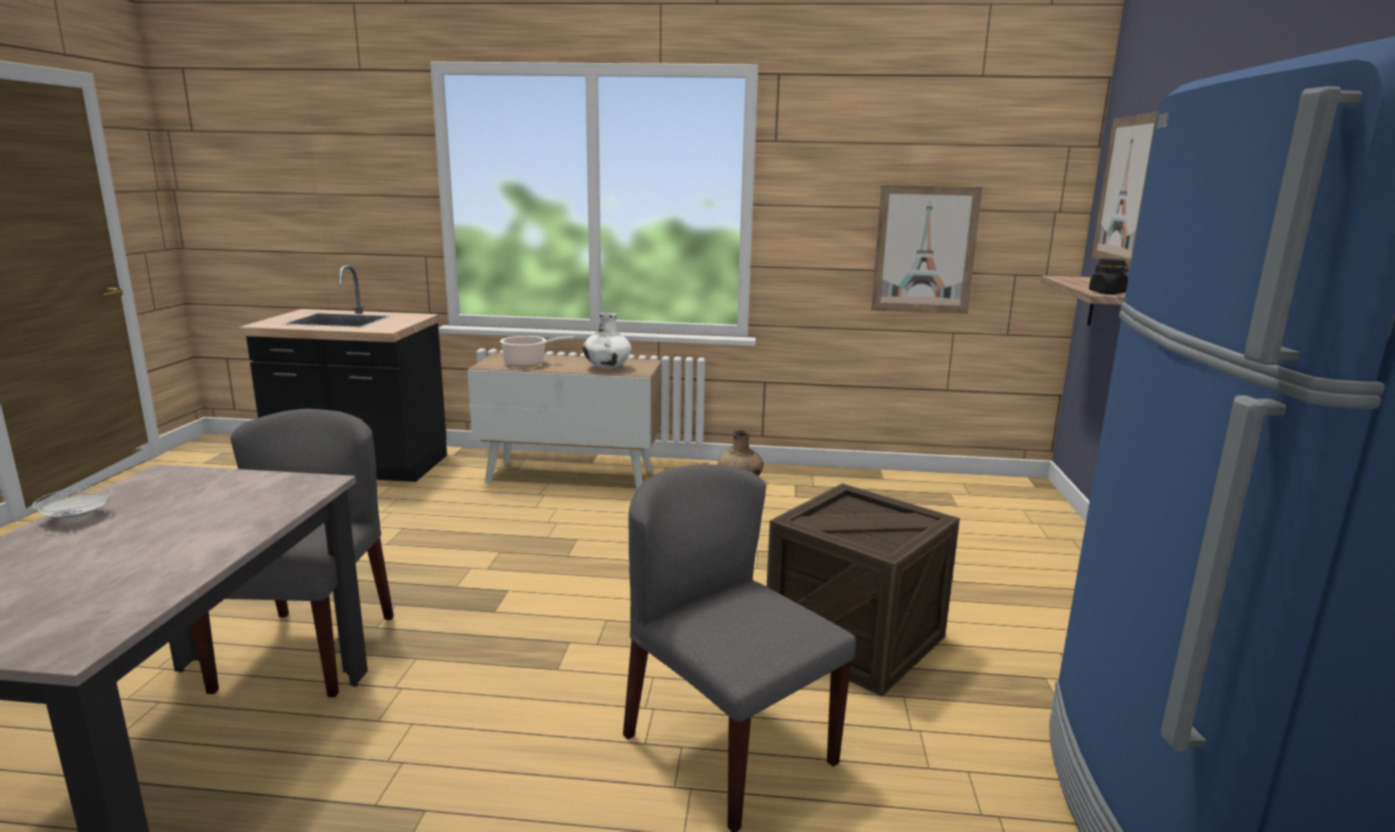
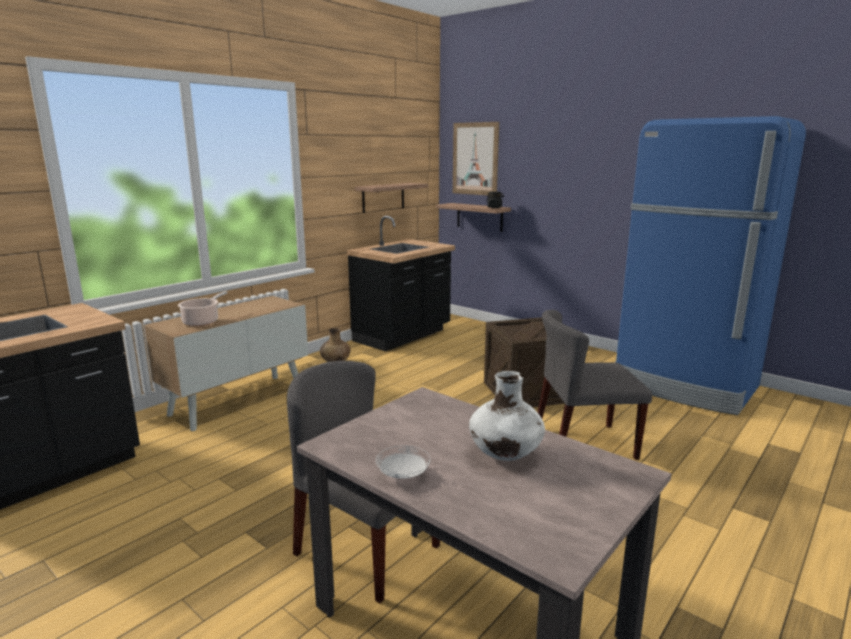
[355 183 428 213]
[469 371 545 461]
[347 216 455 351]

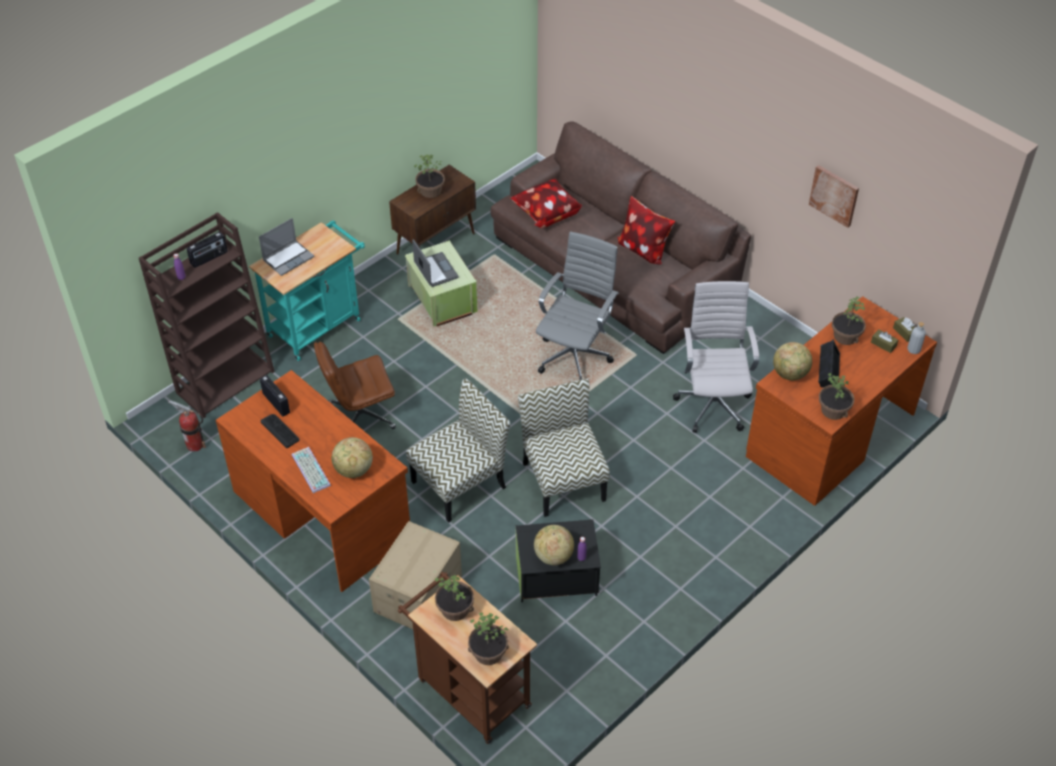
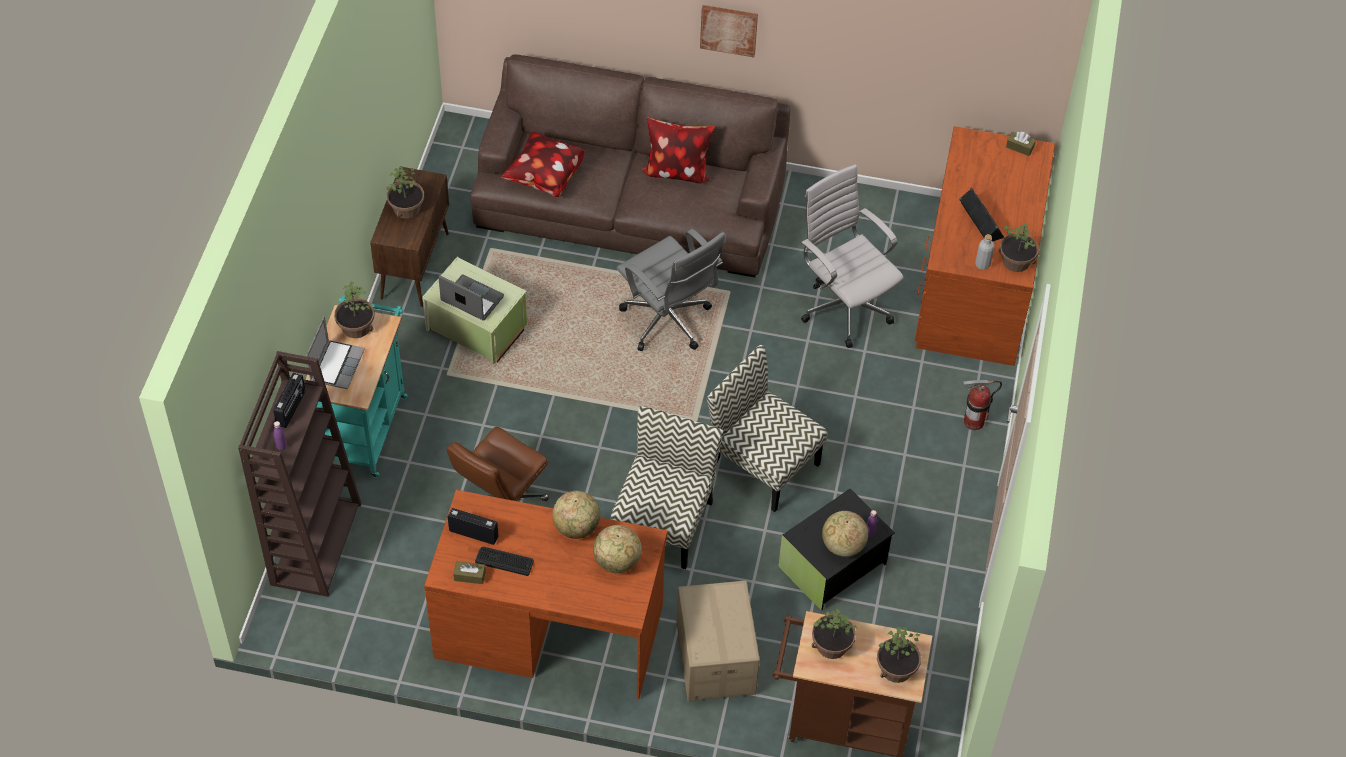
[700 5 758 57]
[617 229 725 351]
[334 282 375 338]
[975 234 994 270]
[453 561 486 584]
[552 491 600 539]
[963 380 1002 430]
[292 447 331 493] (first image)

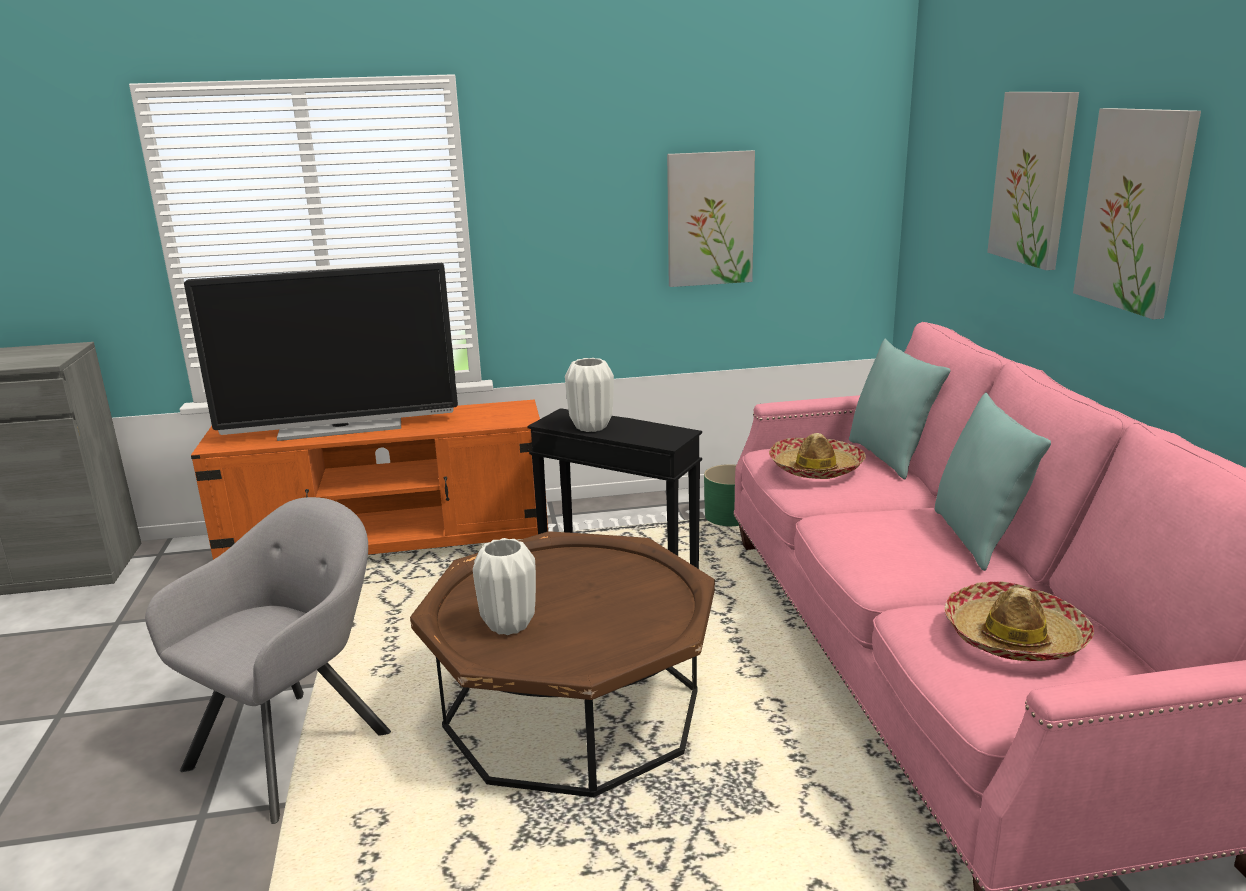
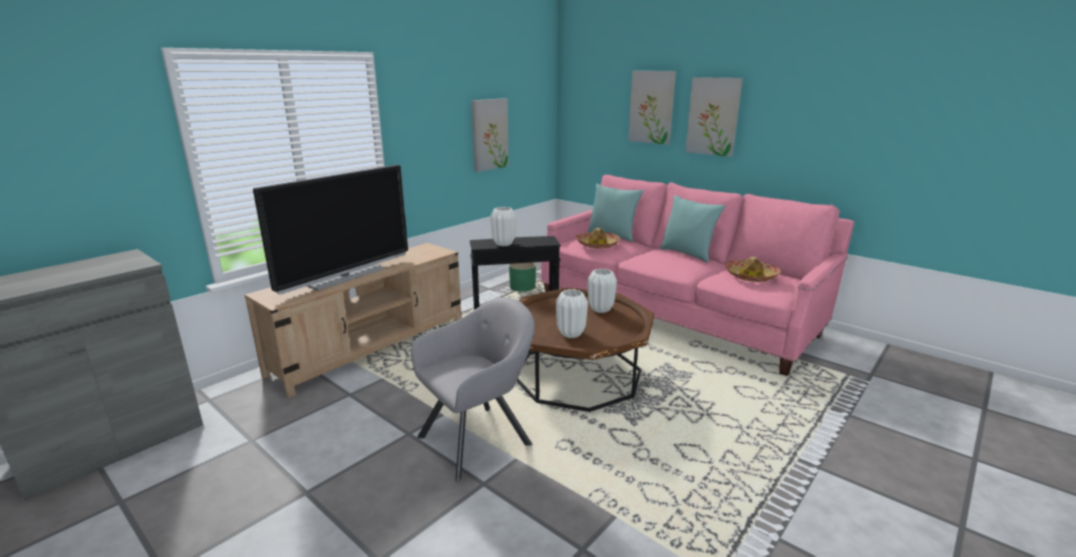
[245 243 462 398]
[411 297 535 482]
[588 269 617 313]

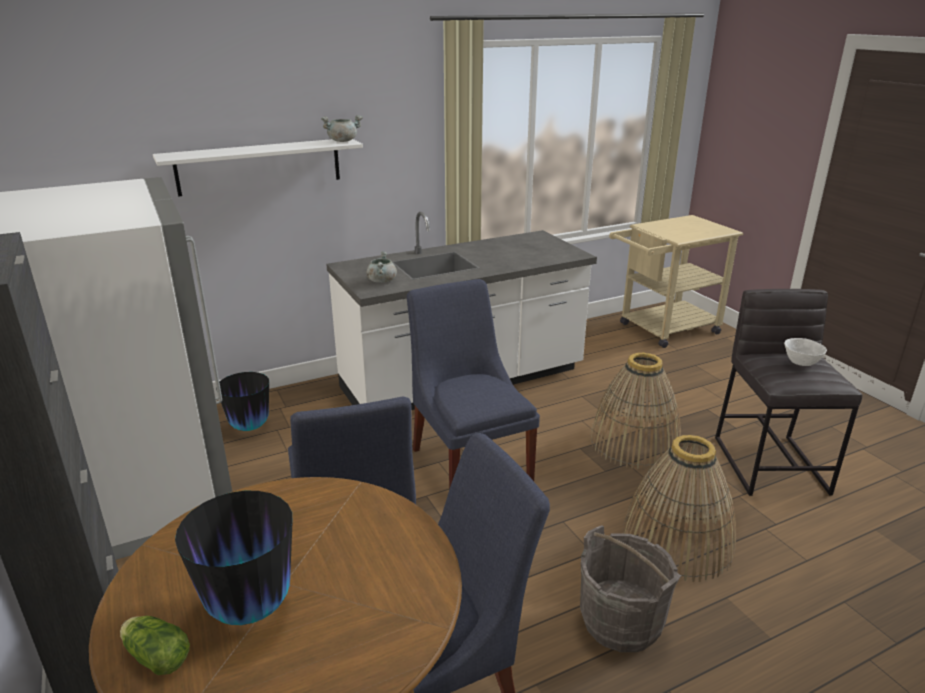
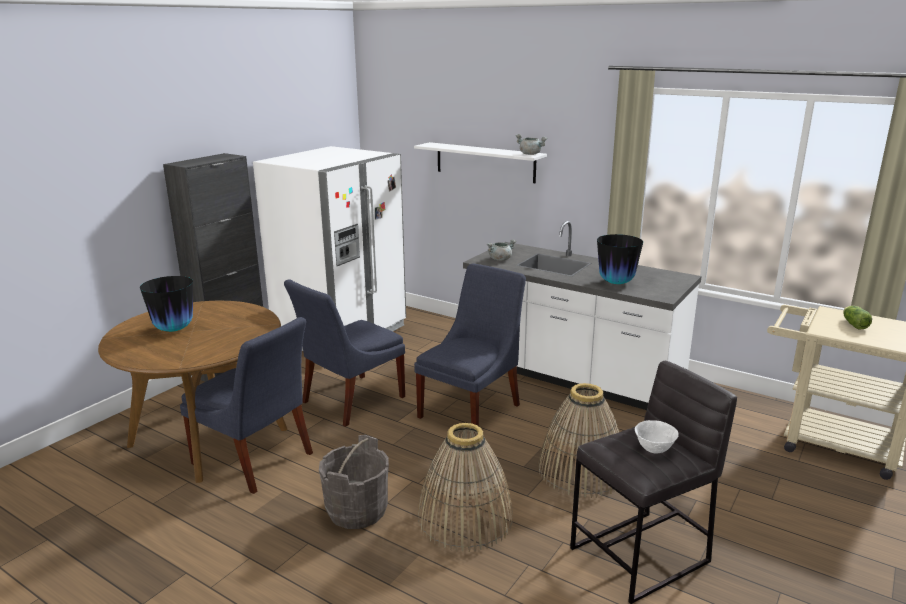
[597 234 643 284]
[843 306 872 329]

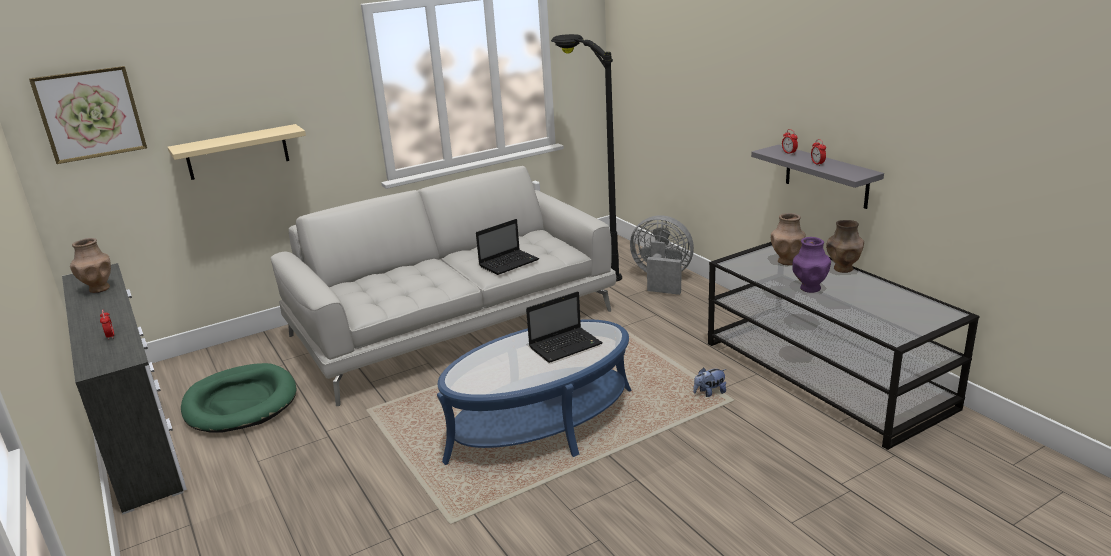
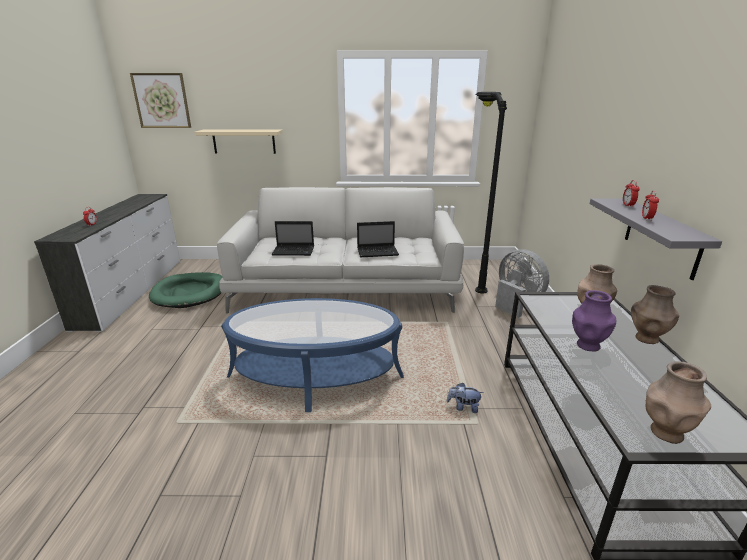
[646 361 711 444]
[272 221 314 256]

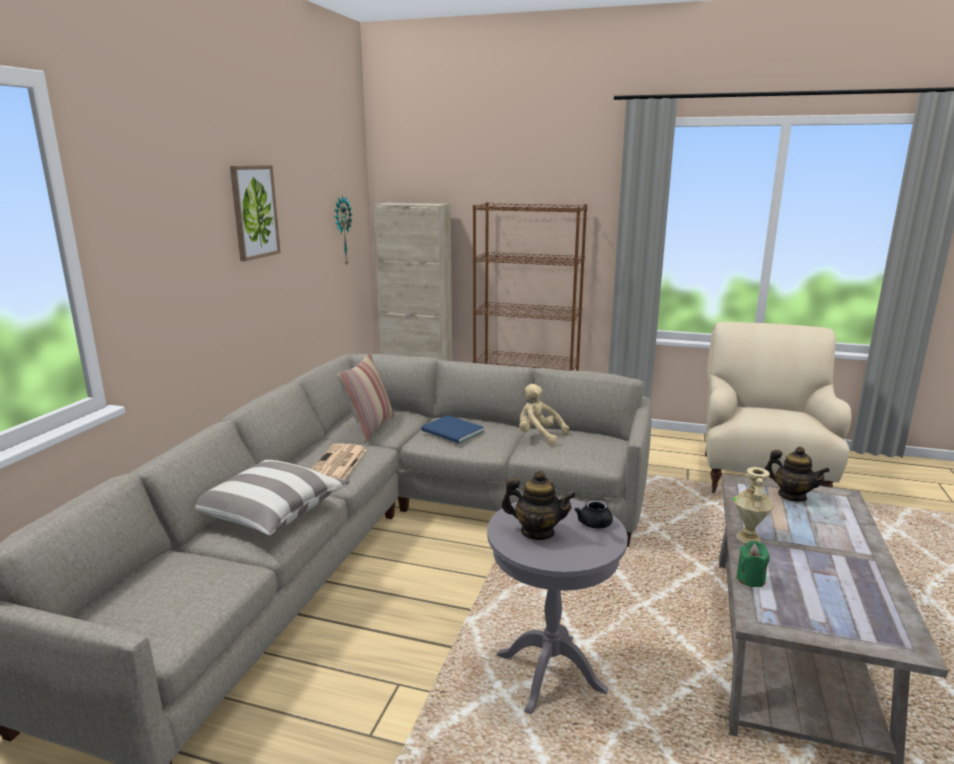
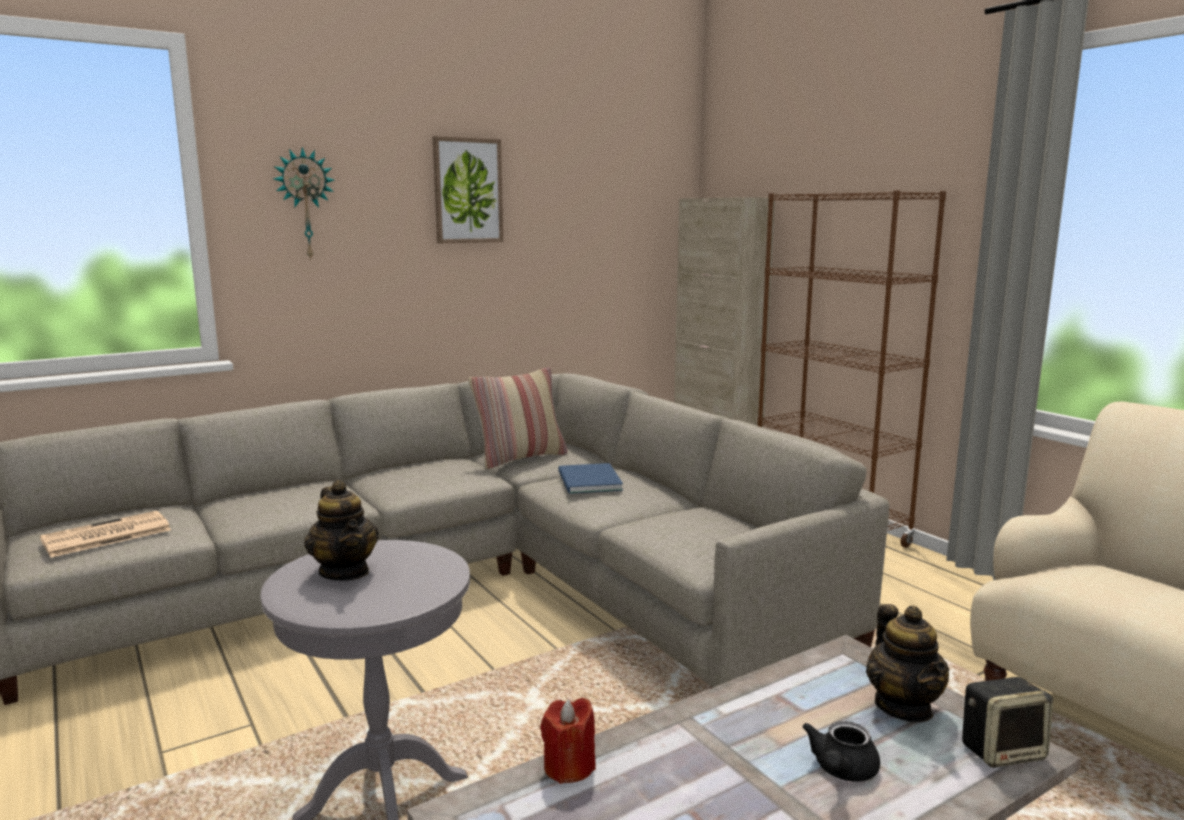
[273 147 334 261]
[519 384 569 445] (first image)
[40 511 171 558]
[195 459 349 535] (first image)
[734 467 774 543] (first image)
[802 721 880 782]
[540 698 596 784]
[962 677 1053 768]

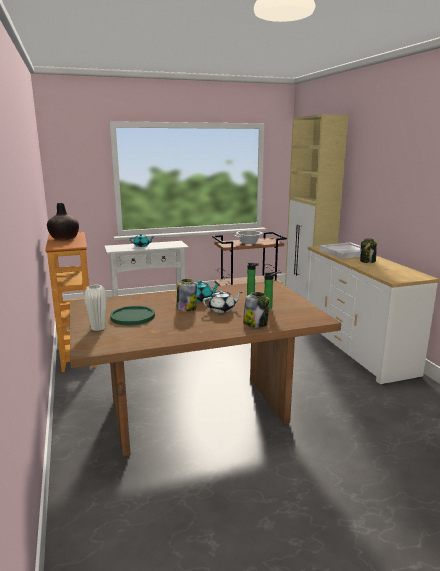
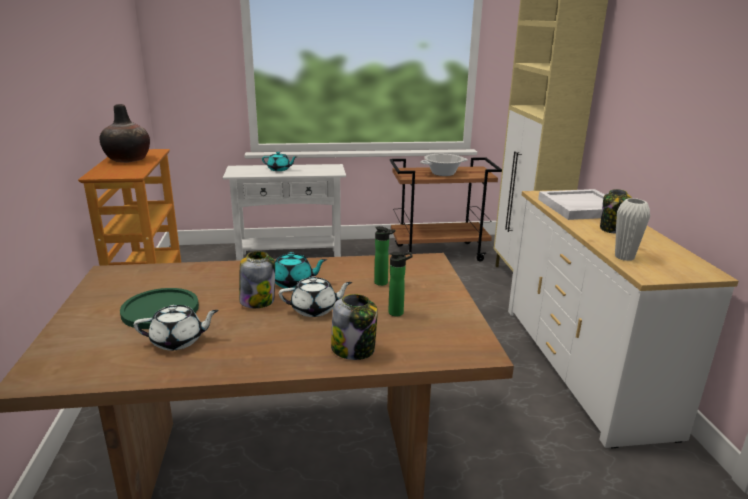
[615 198 650 261]
[134 305 219 350]

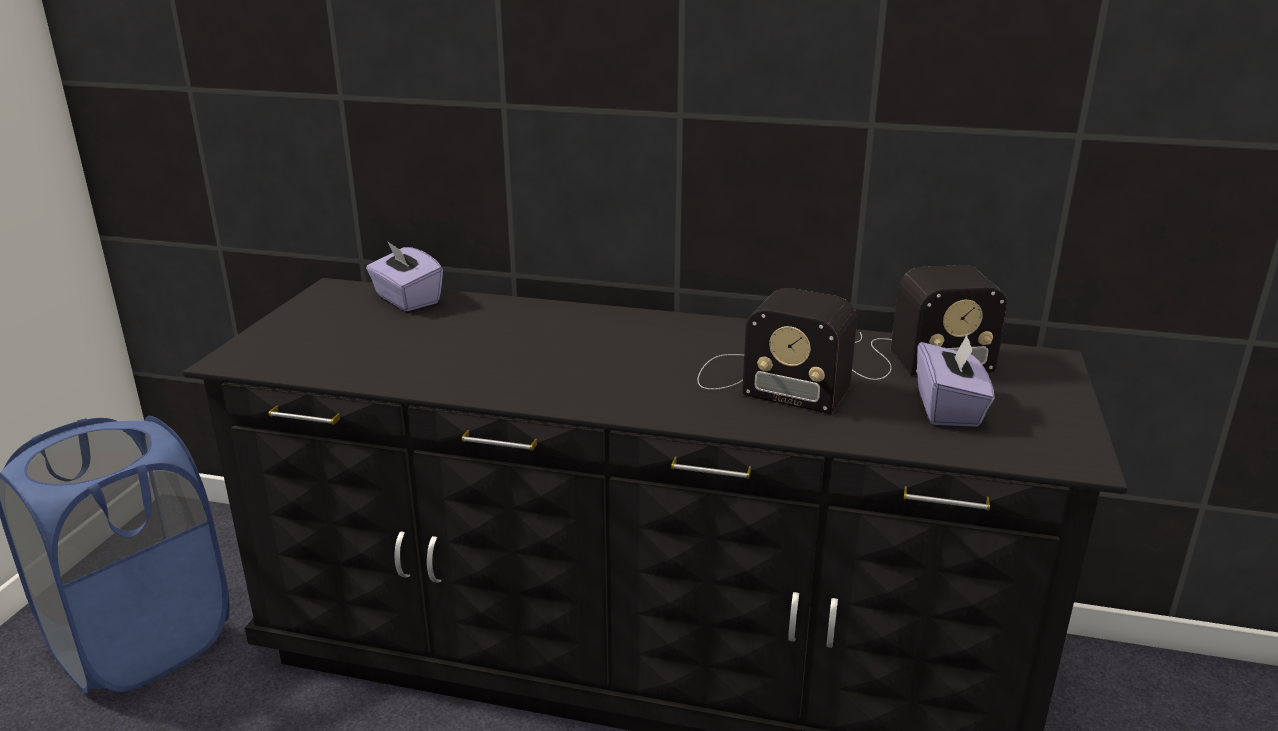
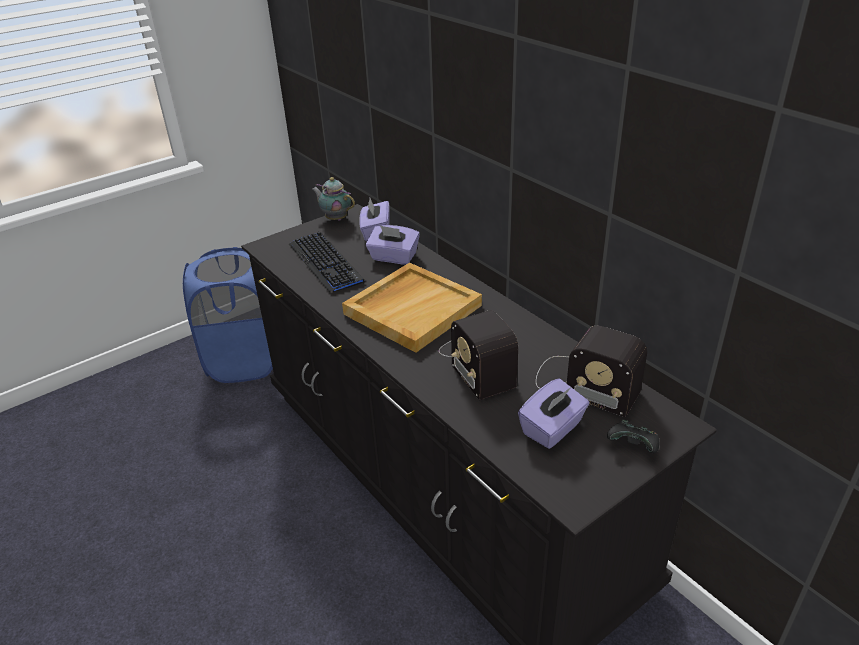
[312 177 355 221]
[366 225 420 265]
[289 232 365 292]
[342 263 482 353]
[607 420 659 453]

